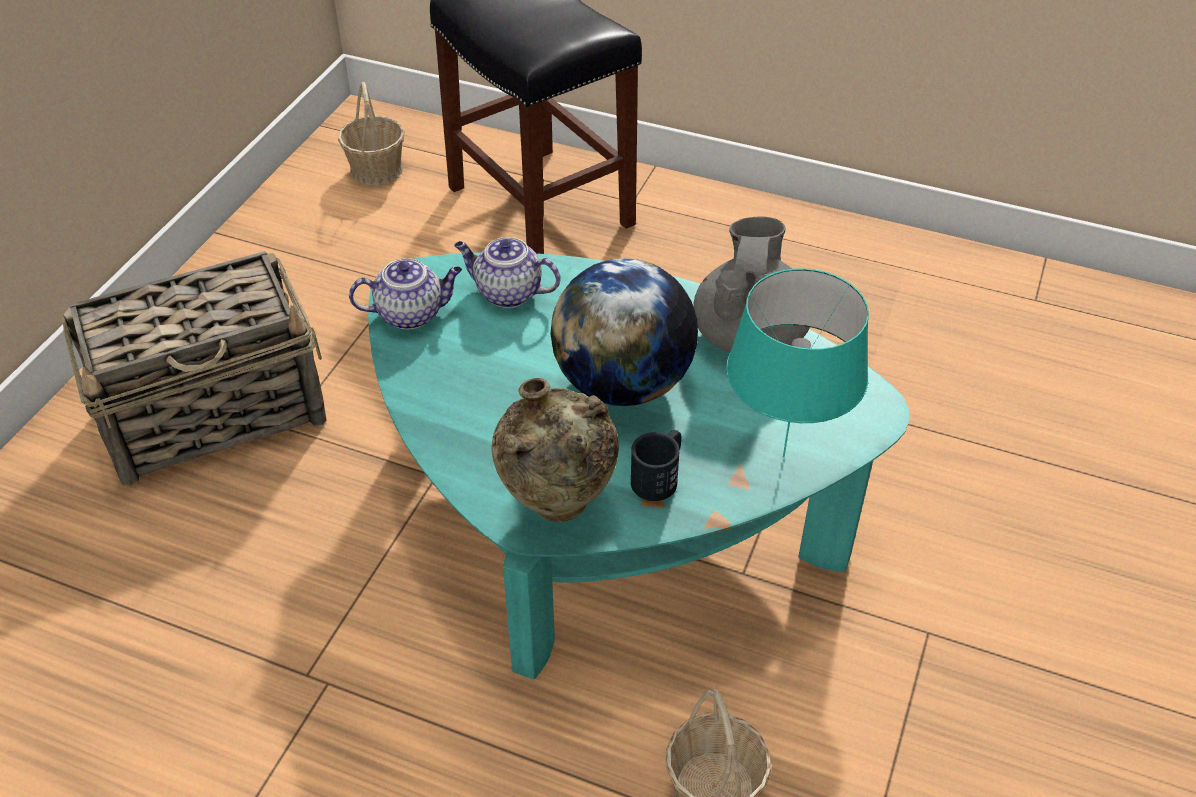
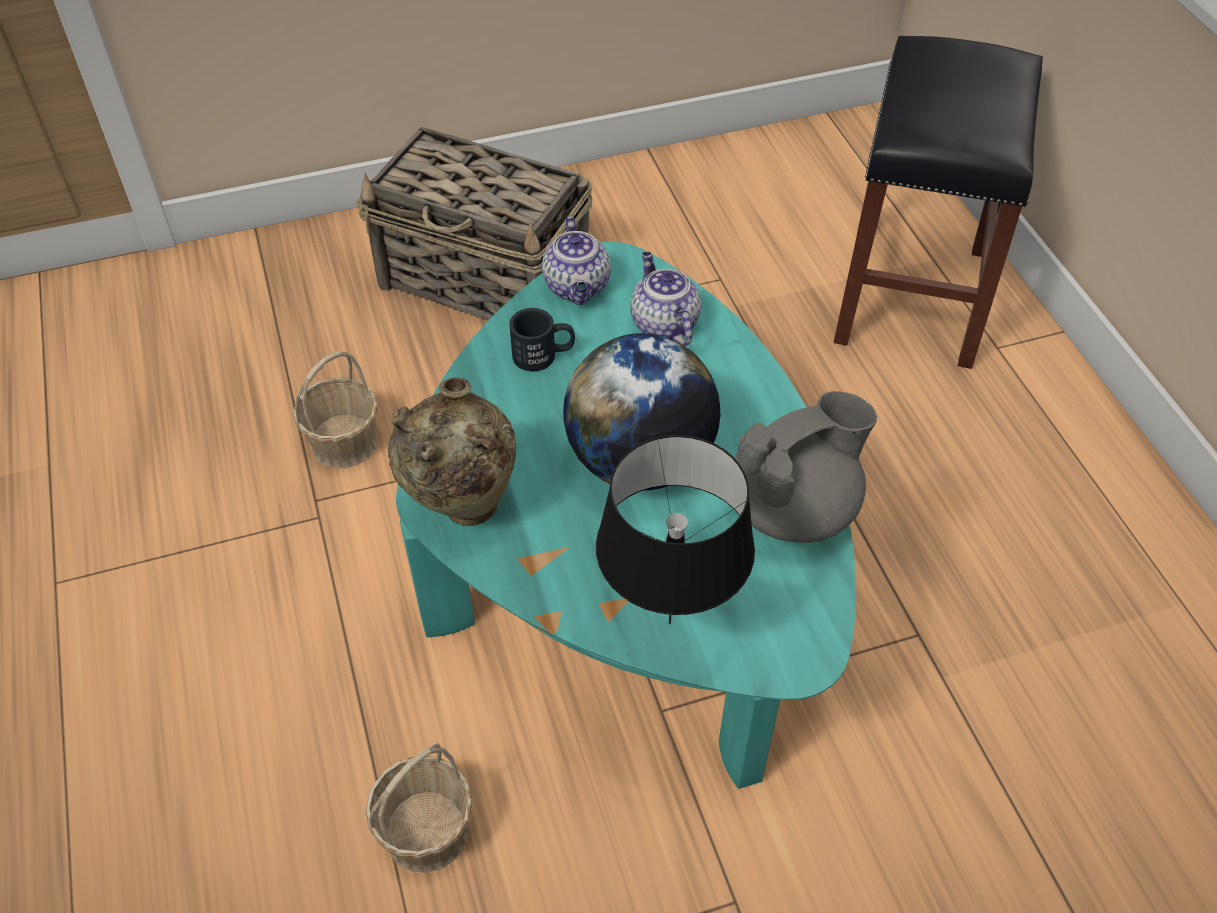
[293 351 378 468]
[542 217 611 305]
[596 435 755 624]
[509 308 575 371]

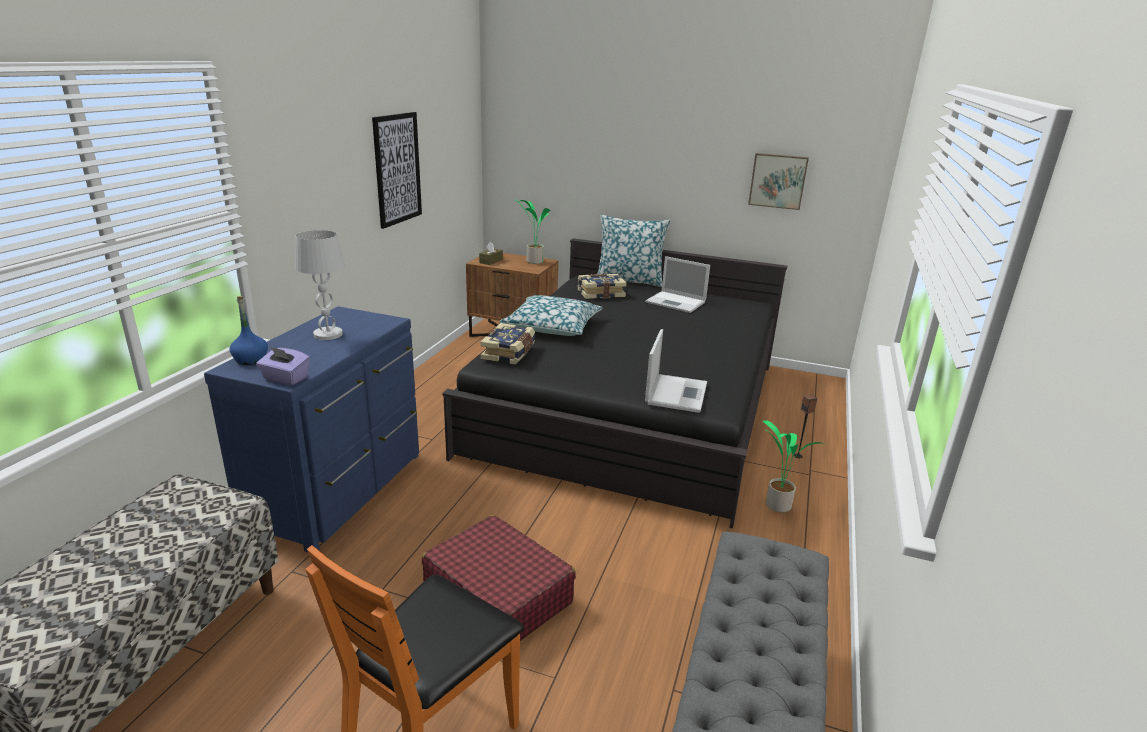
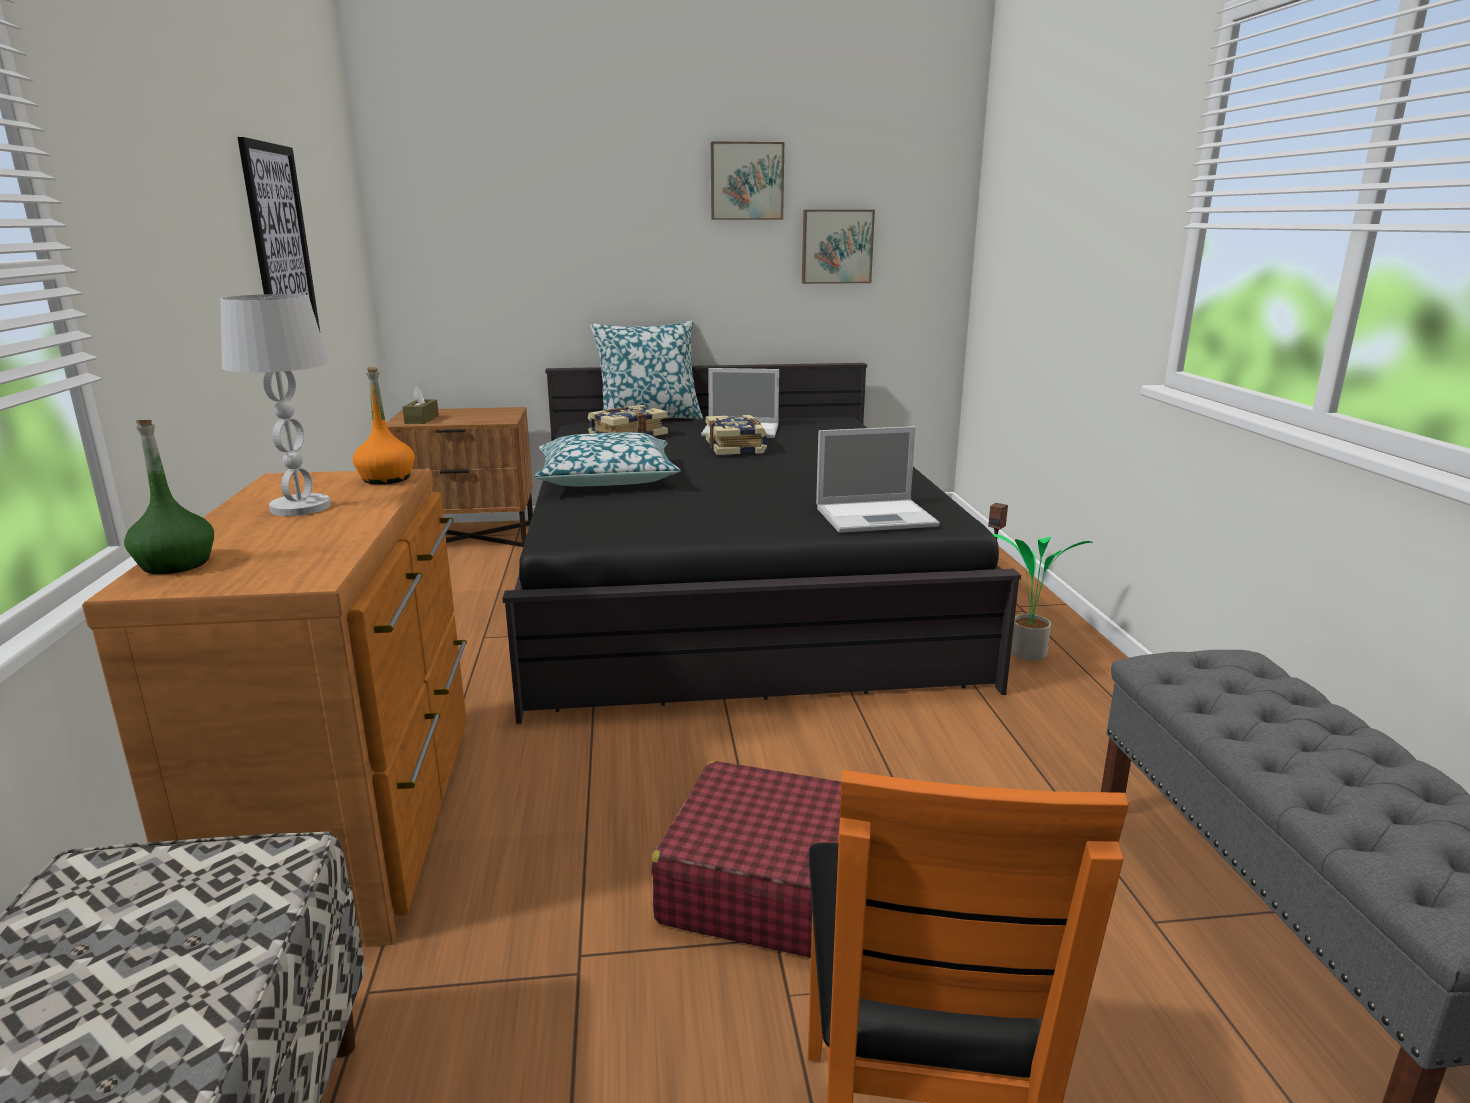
[514 199 550 264] (first image)
[124 420 214 574]
[82 469 467 947]
[706 415 767 455]
[816 426 940 533]
[256 346 310 385] (first image)
[711 141 784 220]
[353 367 415 484]

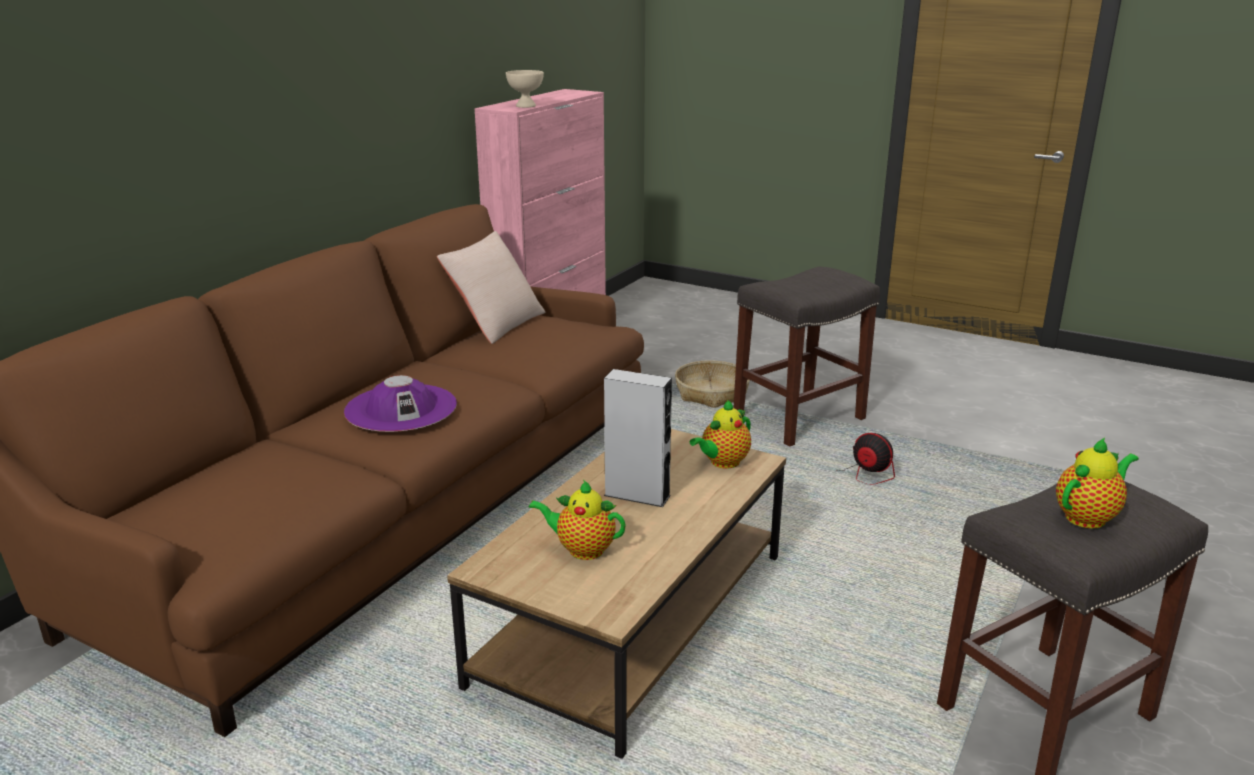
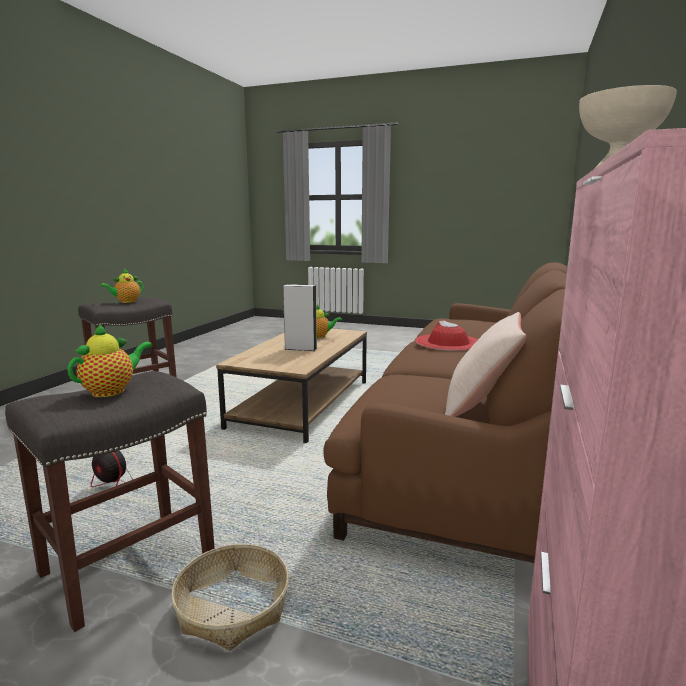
[415 321 478 351]
[67 323 153 397]

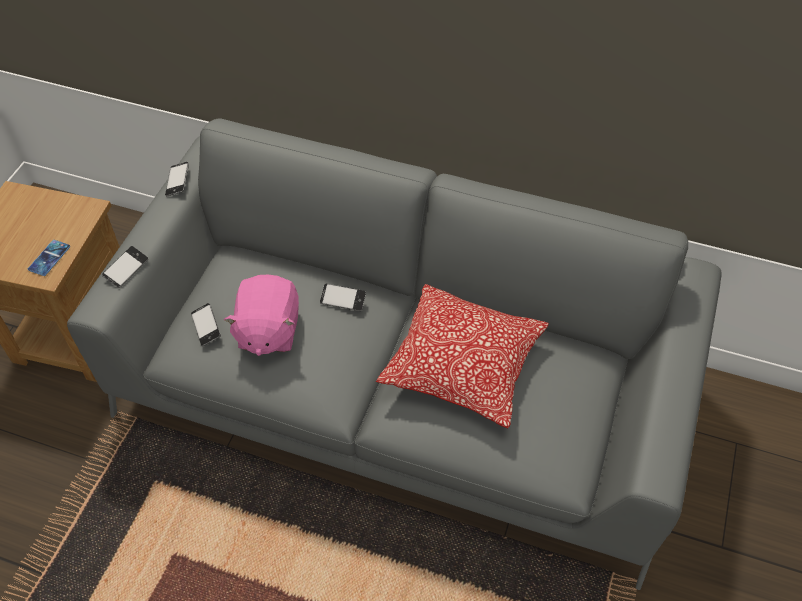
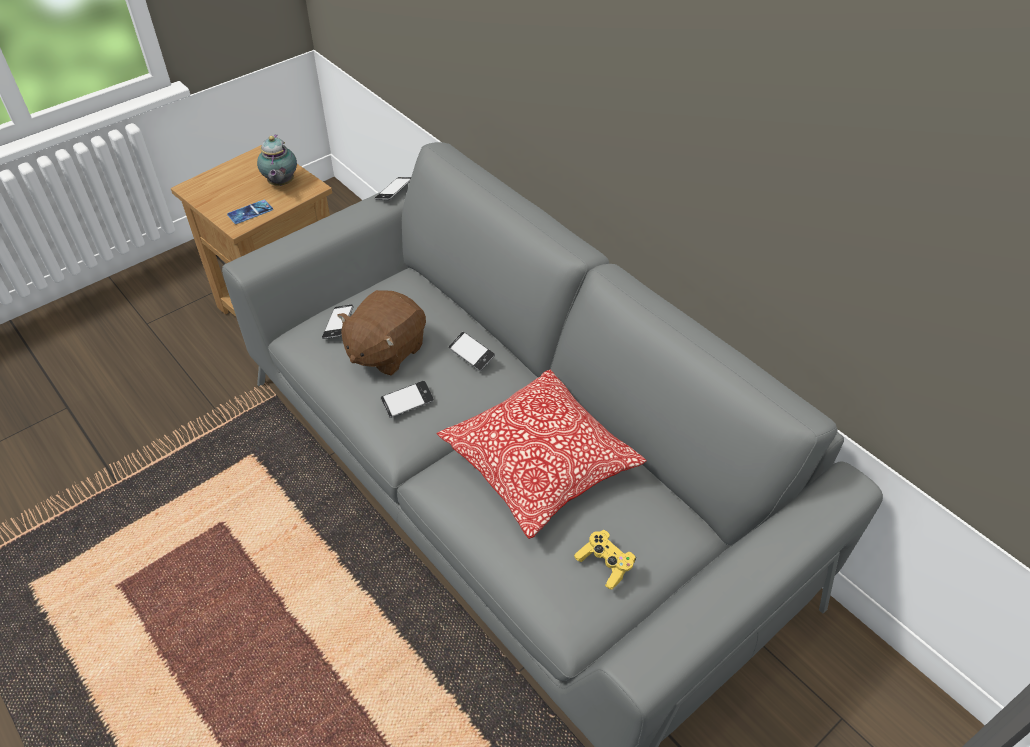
[381 381 434 418]
[337 290 426 376]
[257 134 297 186]
[574 530 636 590]

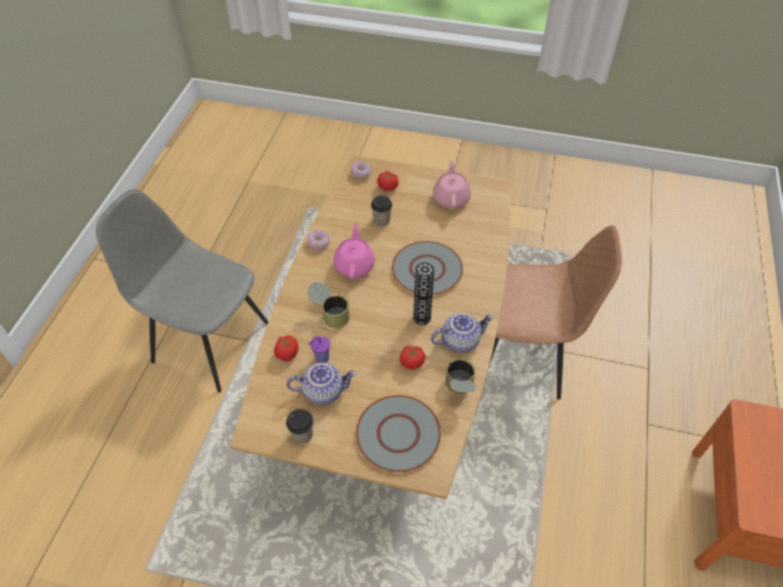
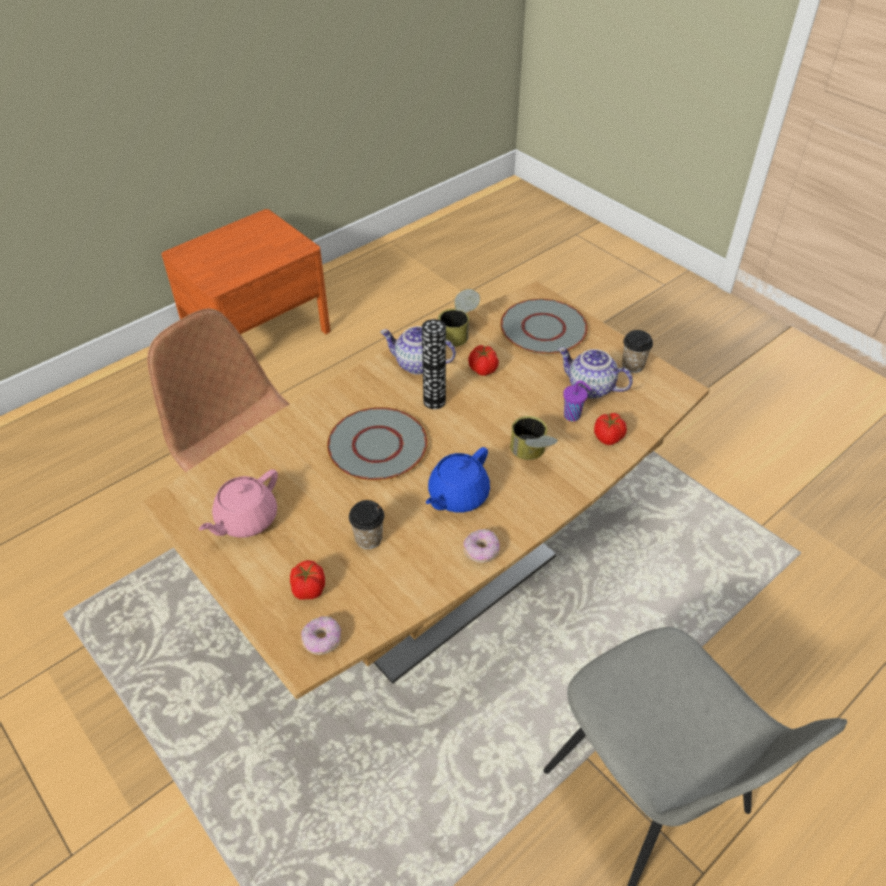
[426 447 490 513]

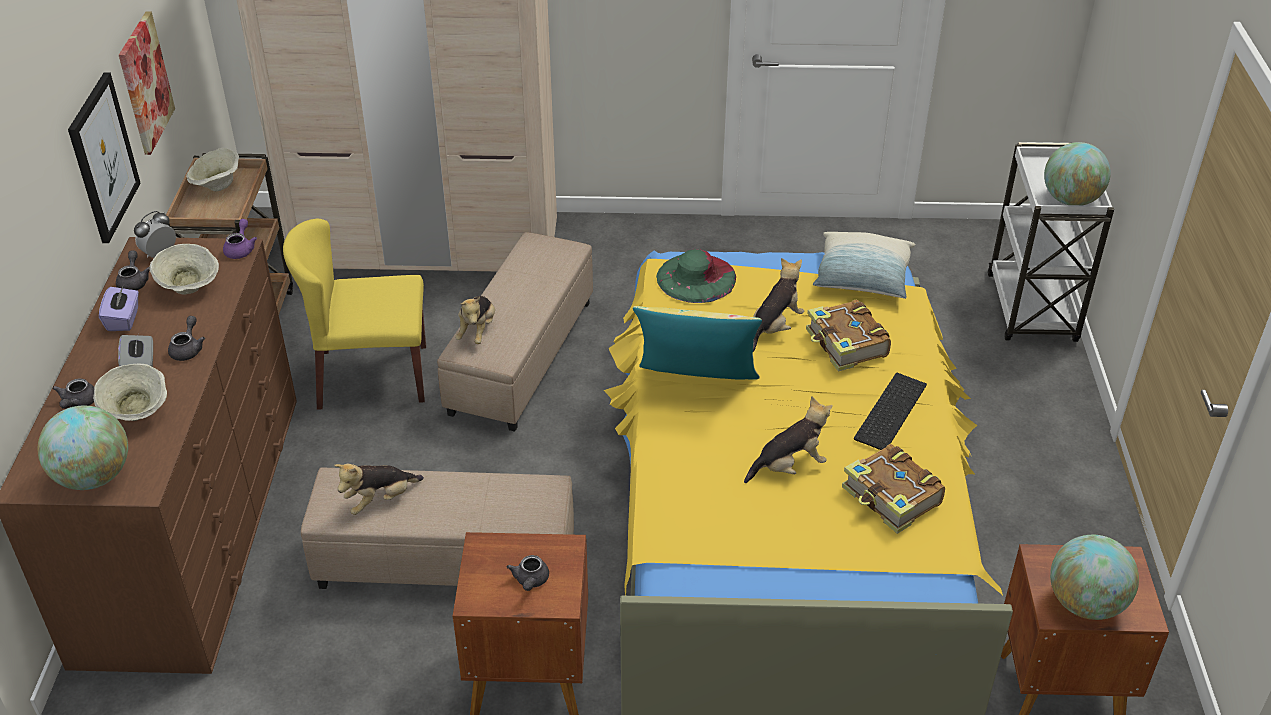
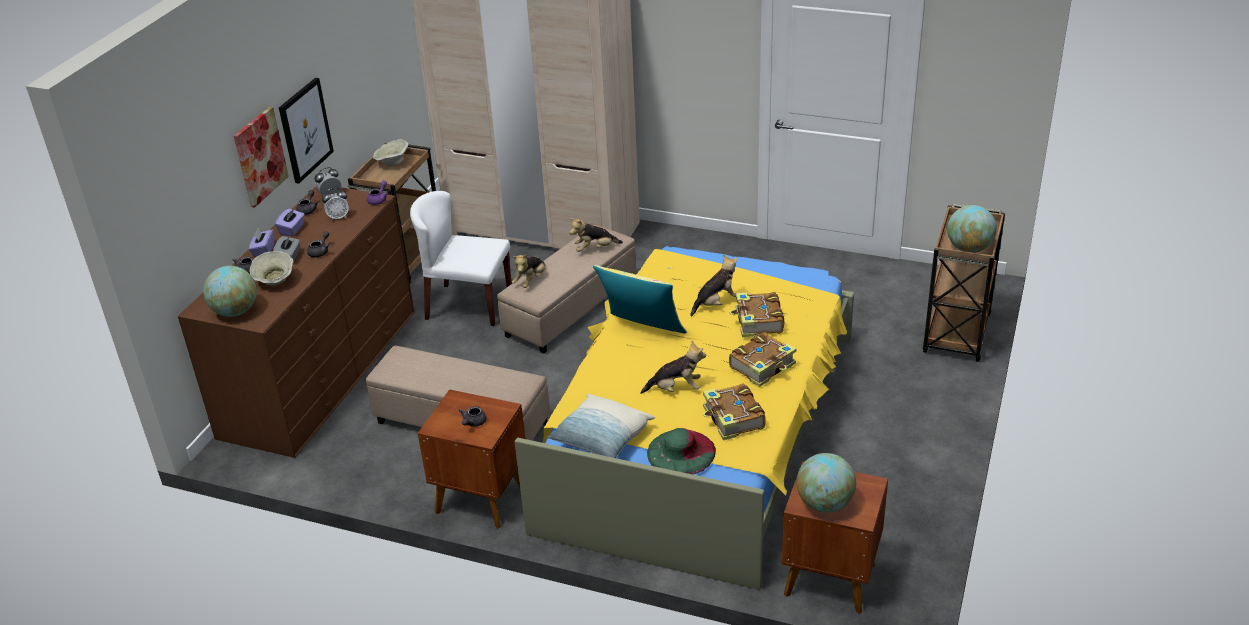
[234 107 289 208]
[923 204 1005 362]
[410 191 512 326]
[547 394 655 458]
[322 188 349 220]
[647 428 716 475]
[729 333 796 387]
[570 218 623 252]
[249 228 274 257]

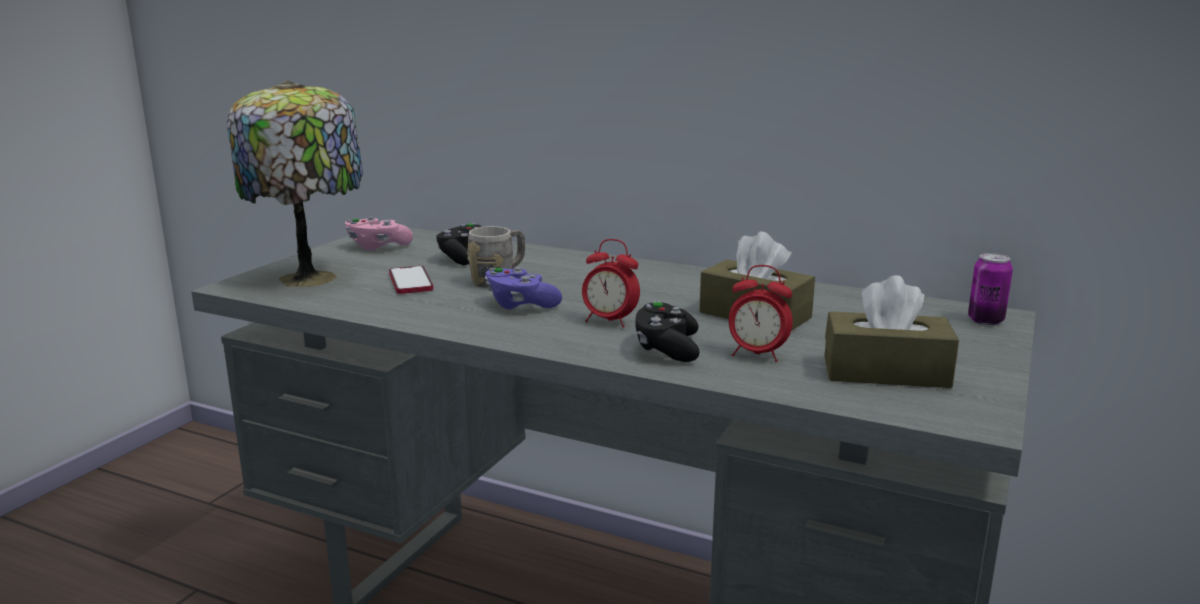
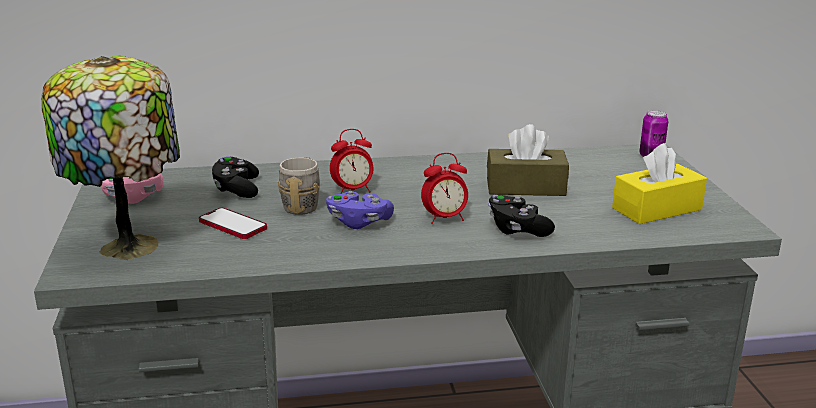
[330 129 374 194]
[612 143 707 224]

